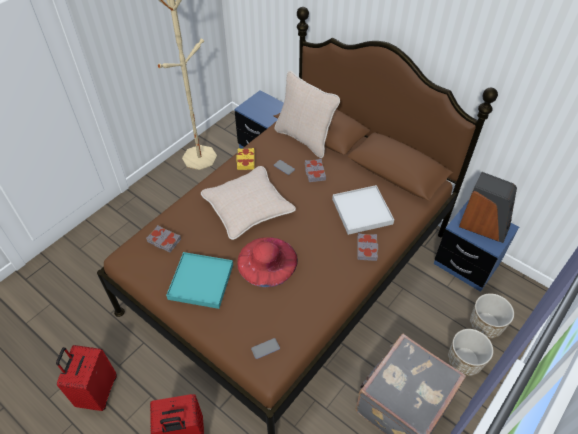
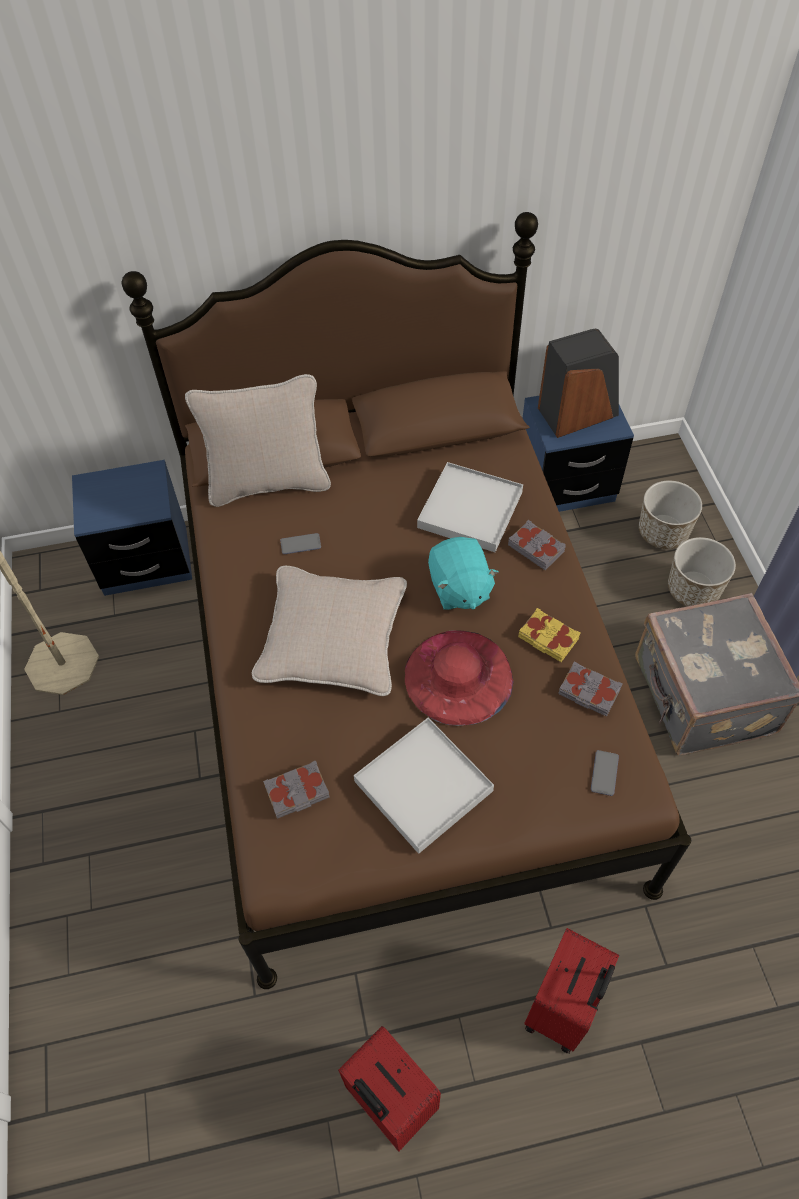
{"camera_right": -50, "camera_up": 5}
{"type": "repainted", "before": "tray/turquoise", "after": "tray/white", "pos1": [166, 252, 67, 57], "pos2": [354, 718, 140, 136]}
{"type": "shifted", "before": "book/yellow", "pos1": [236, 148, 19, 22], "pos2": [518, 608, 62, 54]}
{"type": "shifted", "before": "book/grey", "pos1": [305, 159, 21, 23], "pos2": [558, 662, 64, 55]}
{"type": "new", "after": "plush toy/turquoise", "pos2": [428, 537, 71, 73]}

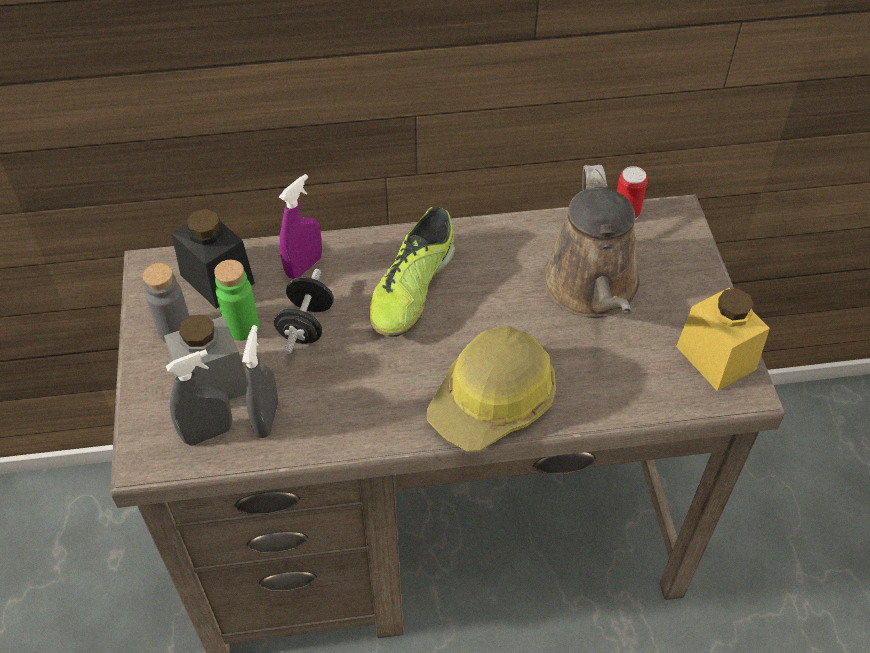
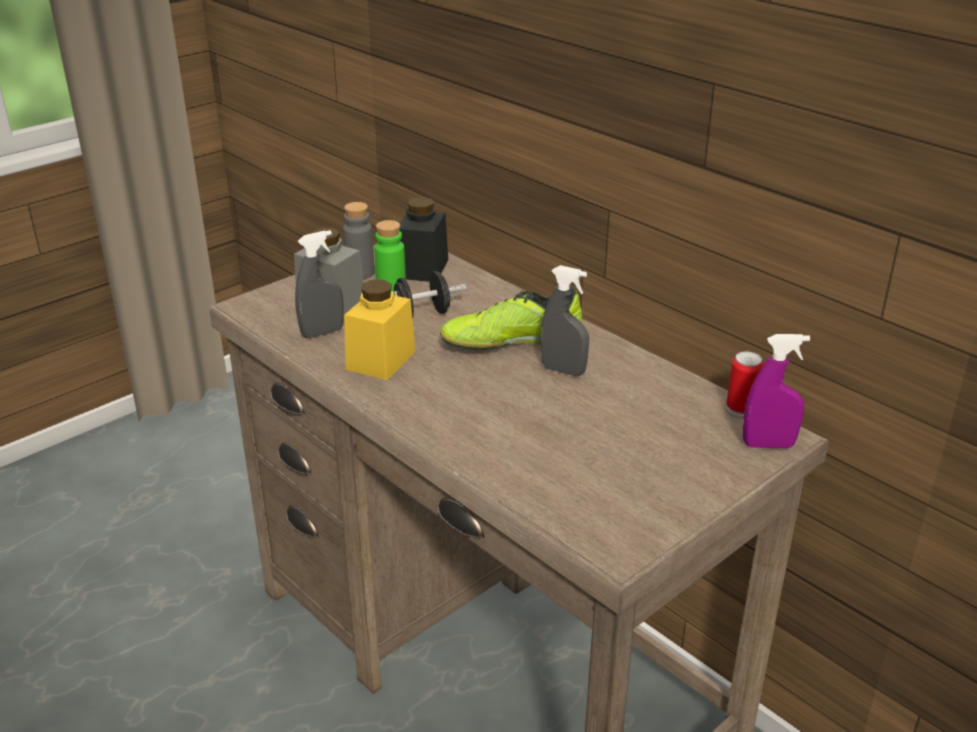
{"camera_right": 55, "camera_up": -20}
{"type": "shifted", "before": "spray bottle/grey", "pos1": [166, 349, 66, 97], "pos2": [541, 265, 48, 111]}
{"type": "shifted", "before": "spray bottle/purple", "pos1": [279, 174, 43, 105], "pos2": [743, 334, 67, 115]}
{"type": "gone", "before": "hard hat", "pos1": [427, 326, 129, 126]}
{"type": "gone", "before": "watering can/brown", "pos1": [543, 165, 97, 152]}
{"type": "shifted", "before": "jar/yellow", "pos1": [676, 288, 94, 103], "pos2": [344, 280, 72, 100]}

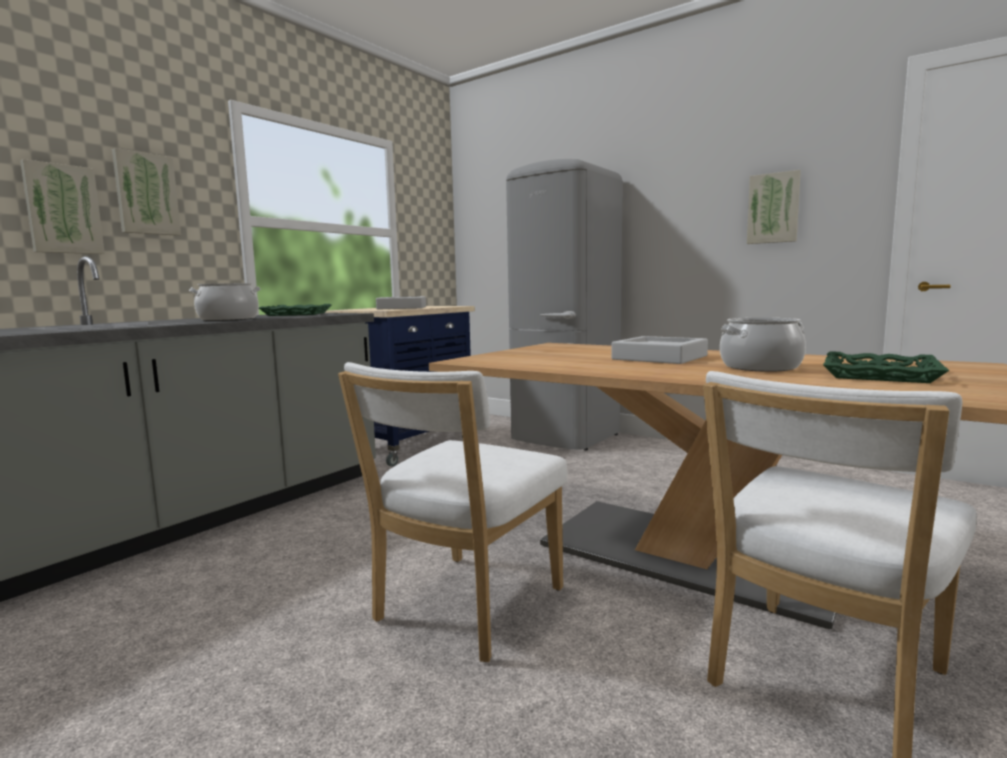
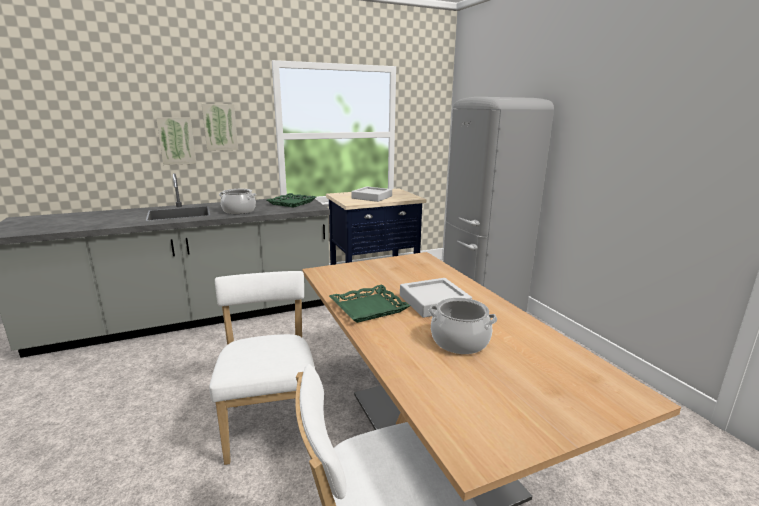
{"camera_right": 30, "camera_up": 10}
{"type": "rotated", "before": "chair/white", "pos1": [338, 362, 229, 300], "pos2": [209, 271, 106, 194], "turn": 105}
{"type": "gone", "before": "picture", "pos1": [747, 170, 54, 74]}
{"type": "shifted", "before": "tray/green", "pos1": [823, 351, 127, 32], "pos2": [329, 285, 81, 38]}

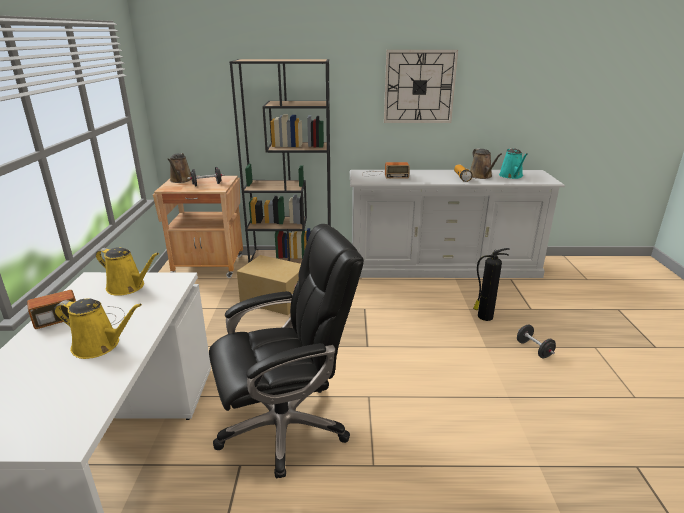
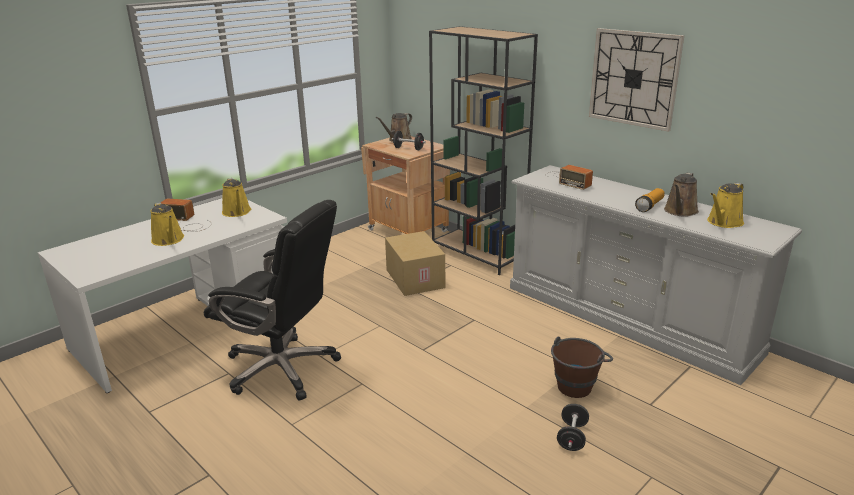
{"camera_right": 45, "camera_up": 0}
{"type": "swapped", "before": "fire extinguisher", "after": "bucket/brown", "pos1": [473, 248, 37, 73], "pos2": [551, 337, 62, 61]}
{"type": "repainted", "before": "watering can/turquoise", "after": "watering can/yellow", "pos1": [499, 148, 29, 31], "pos2": [707, 183, 37, 45]}

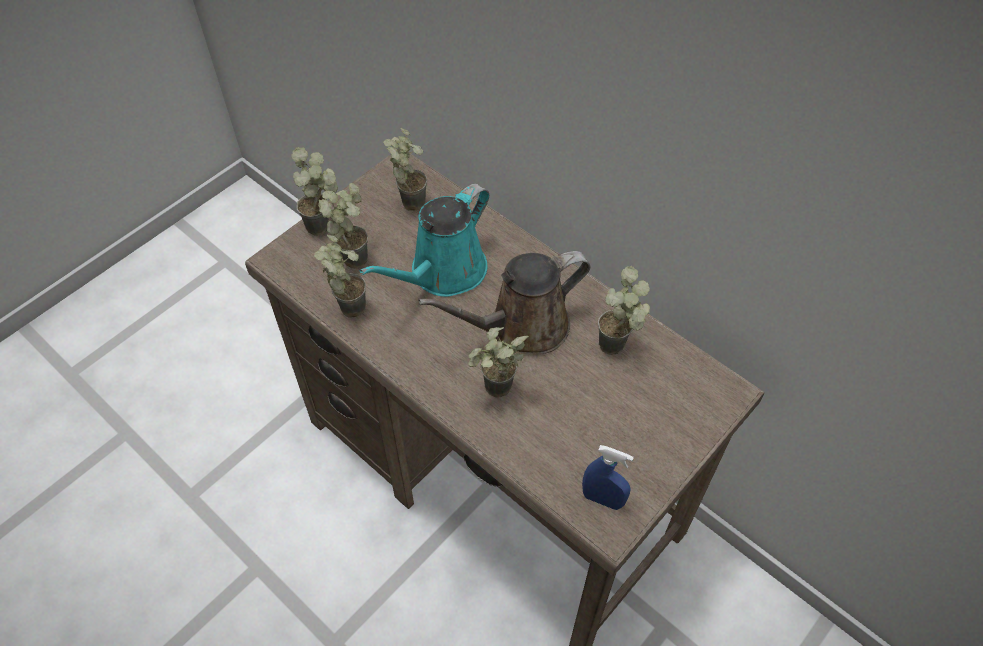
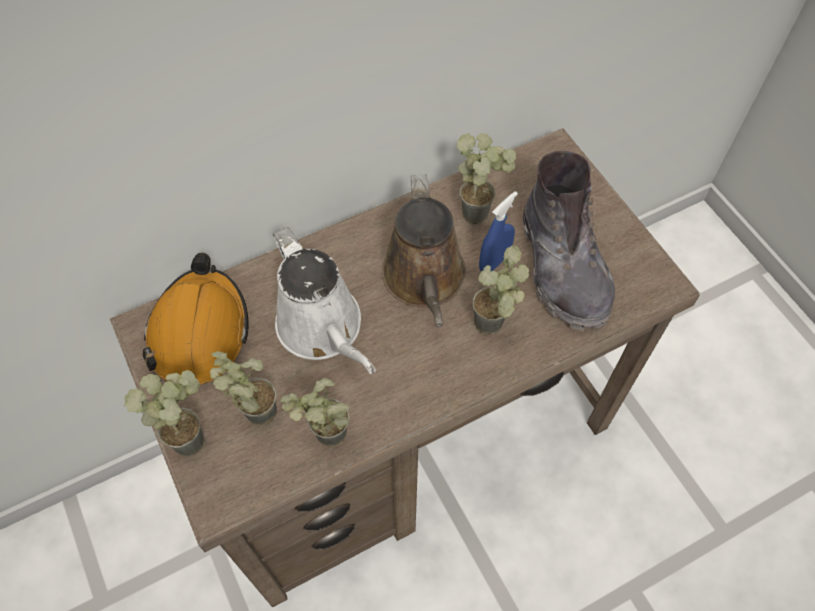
{"camera_right": -70, "camera_up": 5}
{"type": "repainted", "before": "watering can/turquoise", "after": "watering can/white", "pos1": [360, 184, 129, 113], "pos2": [273, 227, 103, 147]}
{"type": "swapped", "before": "potted plant", "after": "hard hat/orange", "pos1": [383, 128, 44, 83], "pos2": [142, 253, 107, 132]}
{"type": "shifted", "before": "spray bottle/blue", "pos1": [582, 445, 52, 65], "pos2": [479, 191, 39, 81]}
{"type": "new", "after": "boot/grey", "pos2": [523, 151, 92, 181]}

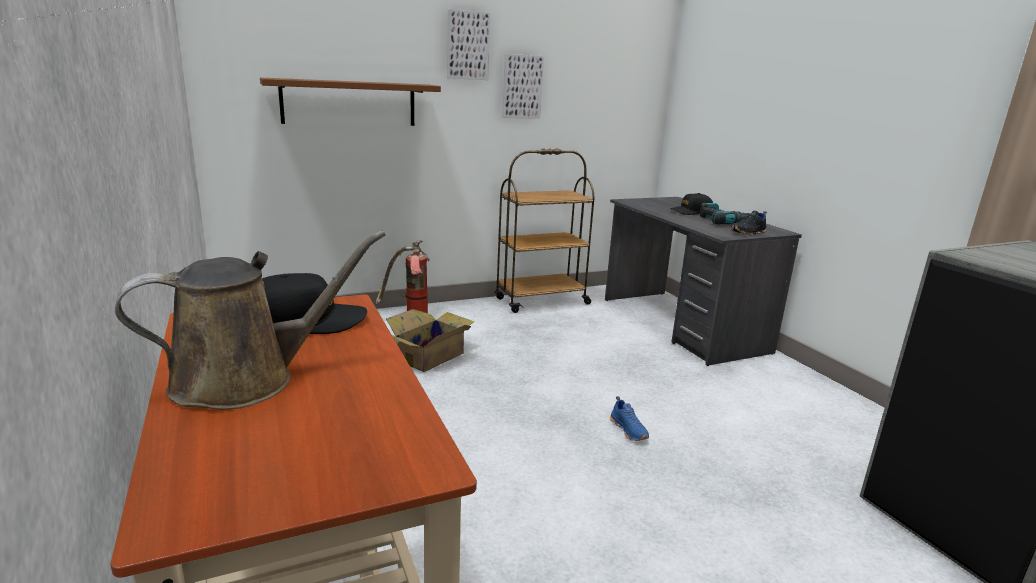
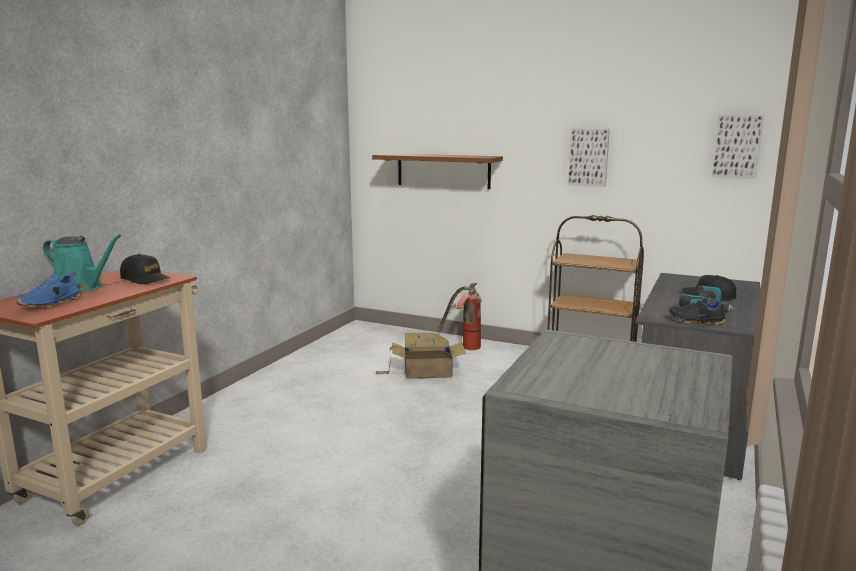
{"camera_right": 50, "camera_up": -5}
{"type": "repainted", "before": "watering can/brown", "after": "watering can/turquoise", "pos1": [115, 231, 270, 179], "pos2": [43, 234, 78, 59]}
{"type": "shifted", "before": "picture", "pos1": [447, 9, 43, 71], "pos2": [712, 115, 52, 64]}
{"type": "shifted", "before": "shoe/blue", "pos1": [610, 396, 39, 45], "pos2": [16, 272, 65, 36]}

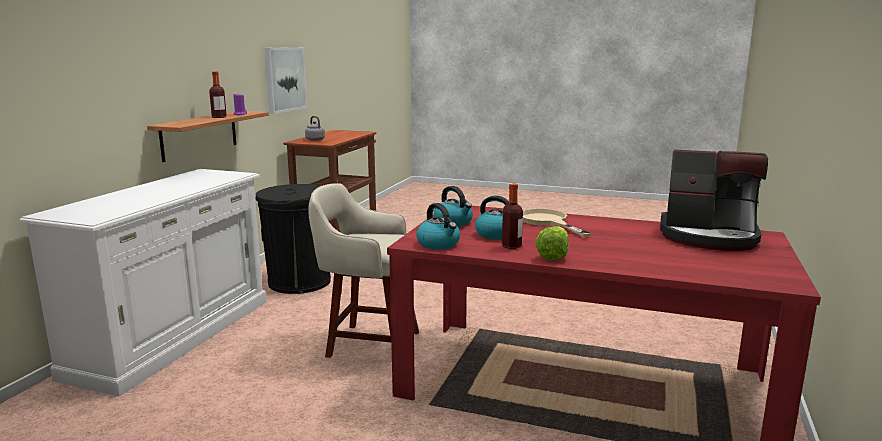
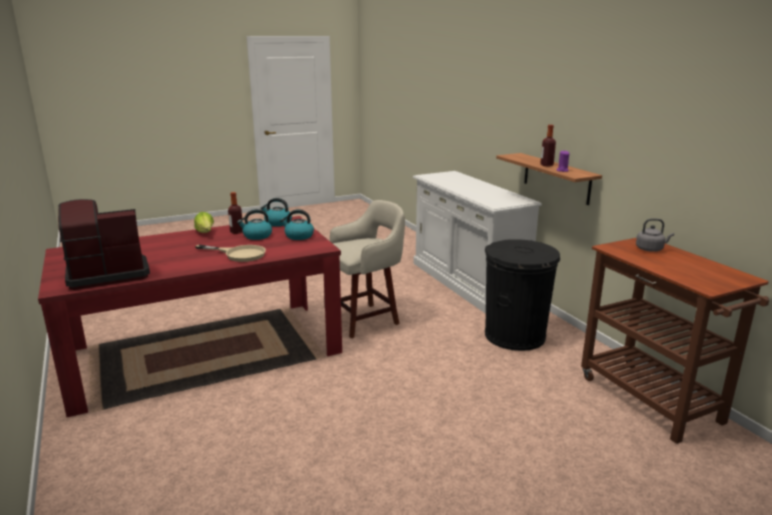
{"camera_right": 135, "camera_up": 5}
{"type": "gone", "before": "picture", "pos1": [265, 47, 42, 67]}

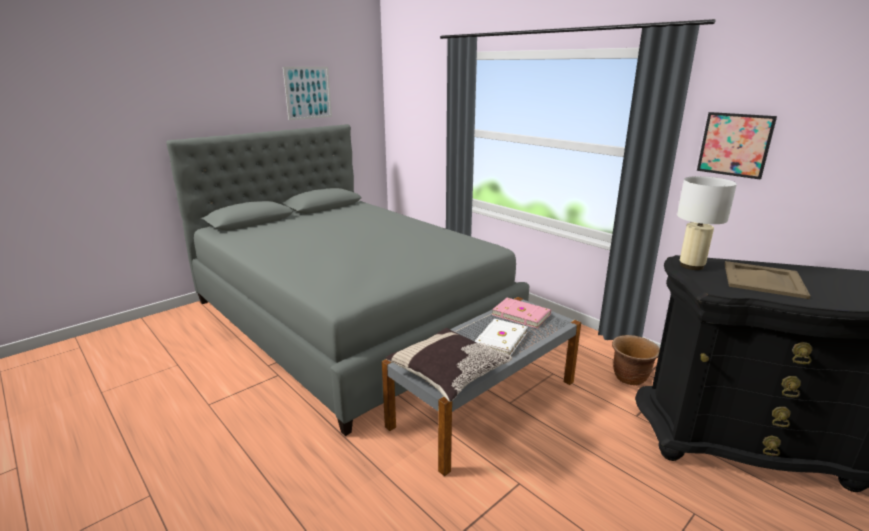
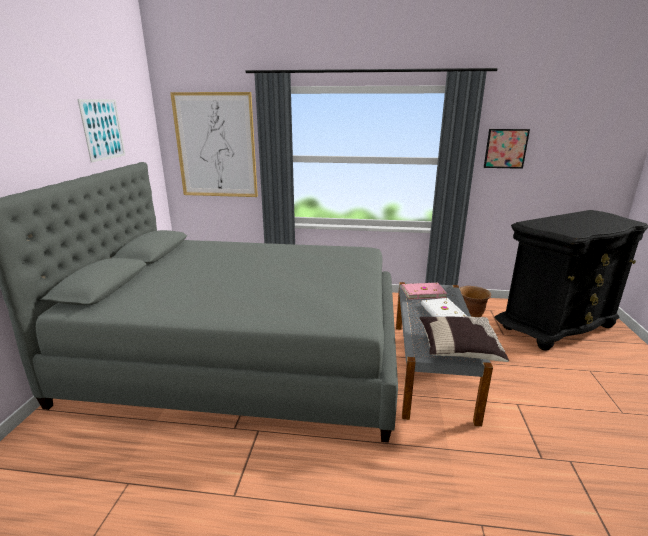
{"camera_right": -40, "camera_up": 0}
{"type": "gone", "before": "table lamp/white", "pos1": [677, 176, 60, 94]}
{"type": "gone", "before": "tray/beige", "pos1": [725, 261, 85, 38]}
{"type": "new", "after": "picture", "pos2": [170, 92, 88, 105]}

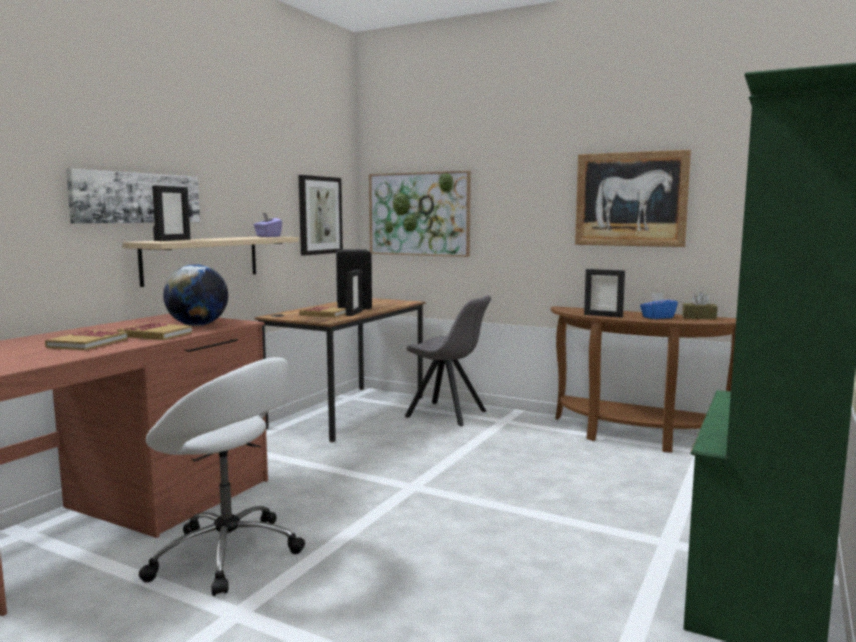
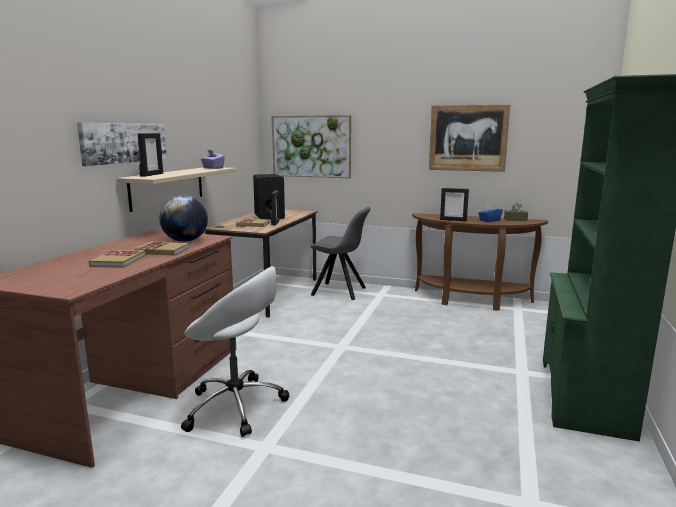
{"camera_right": -10, "camera_up": 5}
{"type": "gone", "before": "picture", "pos1": [299, 175, 44, 81]}

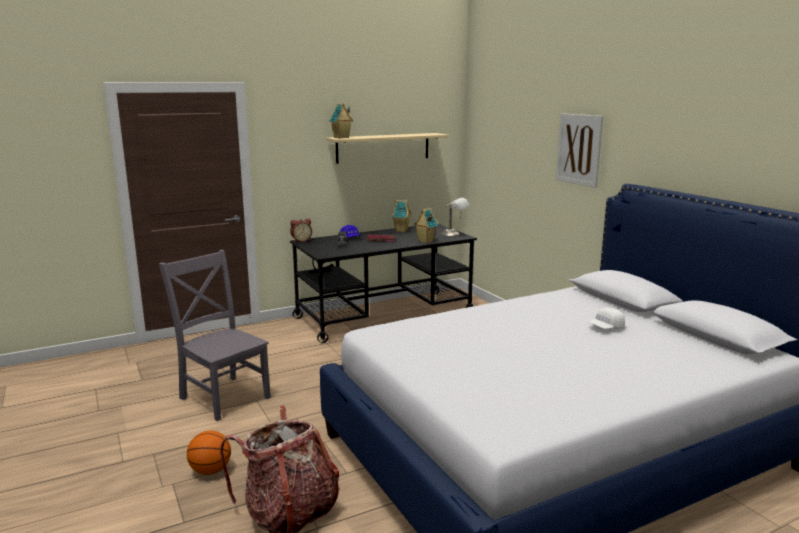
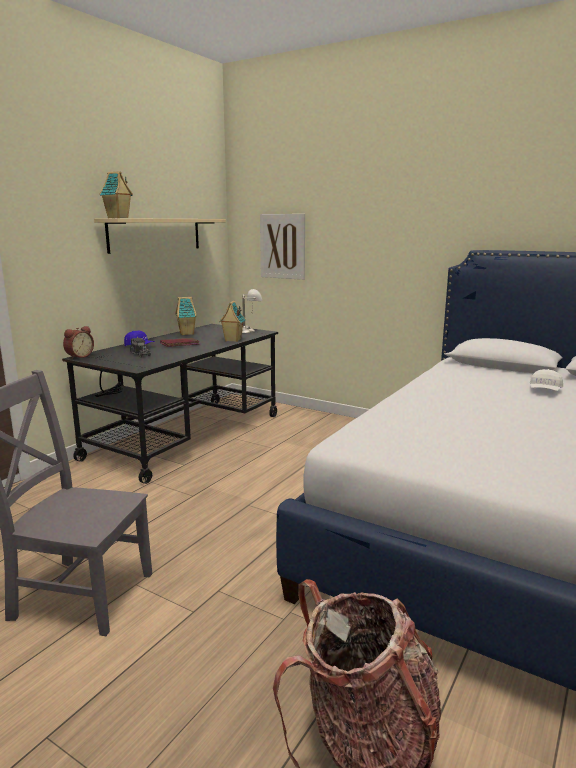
{"camera_right": -30, "camera_up": 0}
{"type": "gone", "before": "basketball", "pos1": [187, 431, 44, 44]}
{"type": "shifted", "before": "picture", "pos1": [556, 113, 47, 75], "pos2": [260, 214, 45, 66]}

